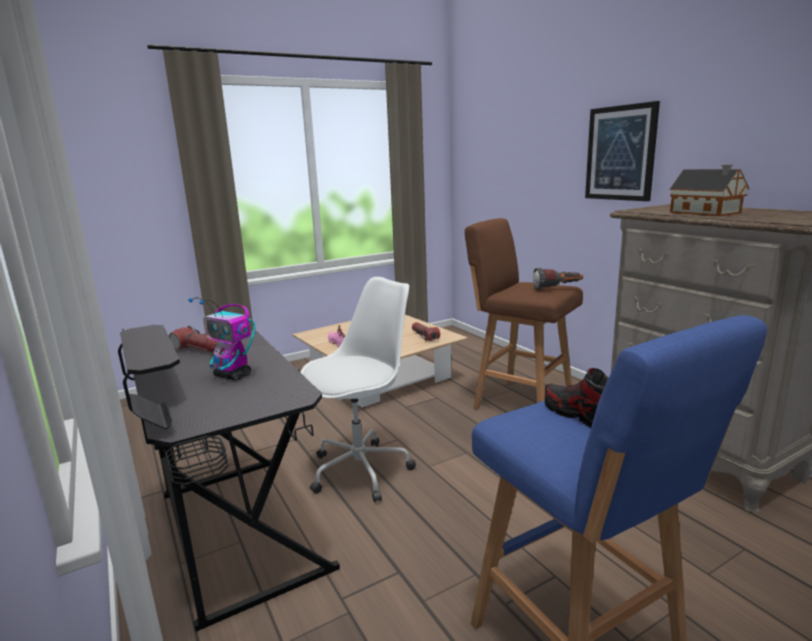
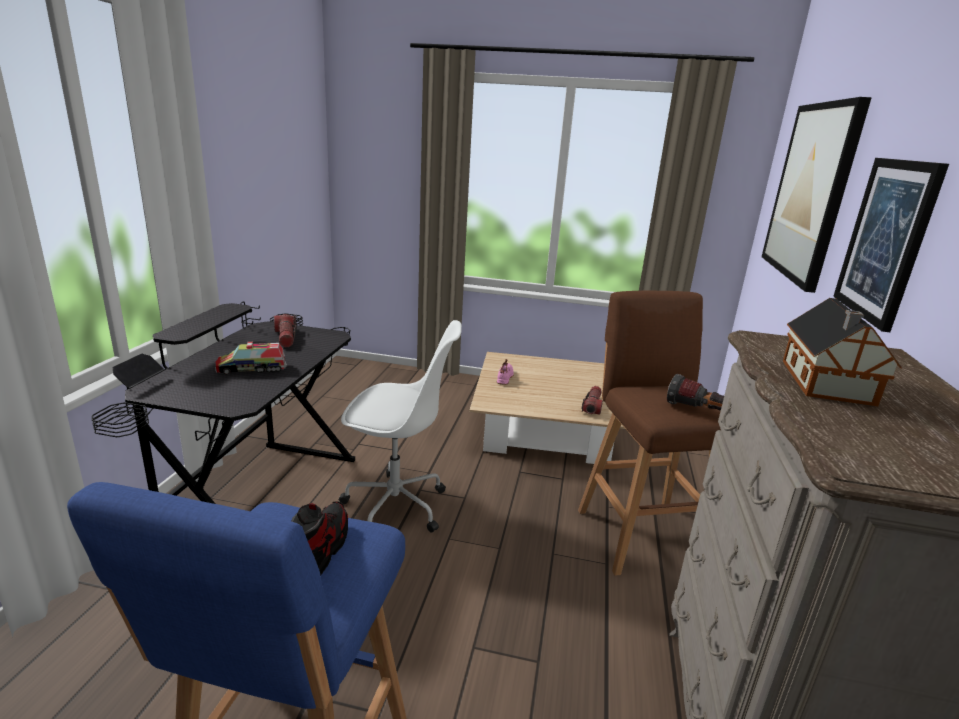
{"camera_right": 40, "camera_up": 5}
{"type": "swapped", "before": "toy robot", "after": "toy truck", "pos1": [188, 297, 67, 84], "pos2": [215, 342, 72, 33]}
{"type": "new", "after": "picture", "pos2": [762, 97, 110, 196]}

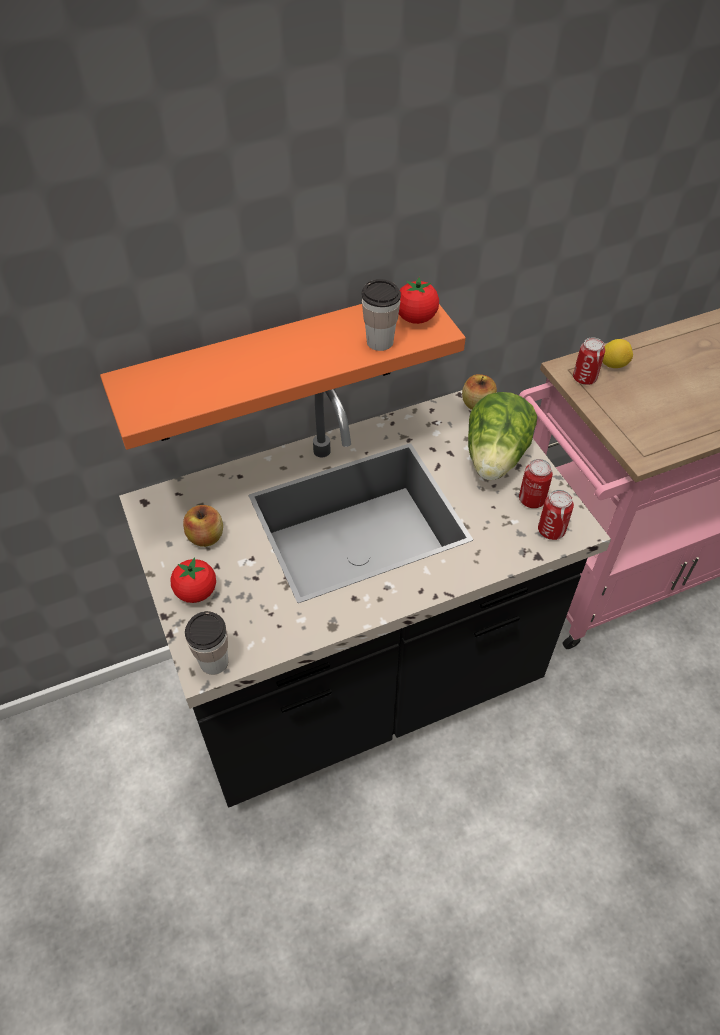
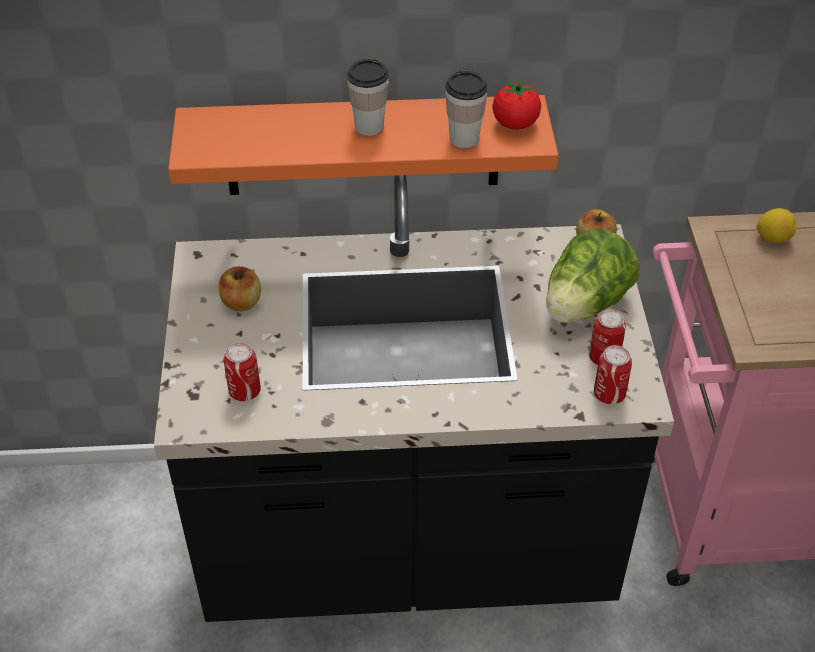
{"camera_right": 20, "camera_up": -5}
{"type": "gone", "before": "tomato", "pos1": [170, 557, 46, 46]}
{"type": "shifted", "before": "cup", "pos1": [185, 611, 43, 64], "pos2": [347, 59, 42, 77]}
{"type": "shifted", "before": "can", "pos1": [573, 337, 32, 48], "pos2": [224, 342, 37, 59]}

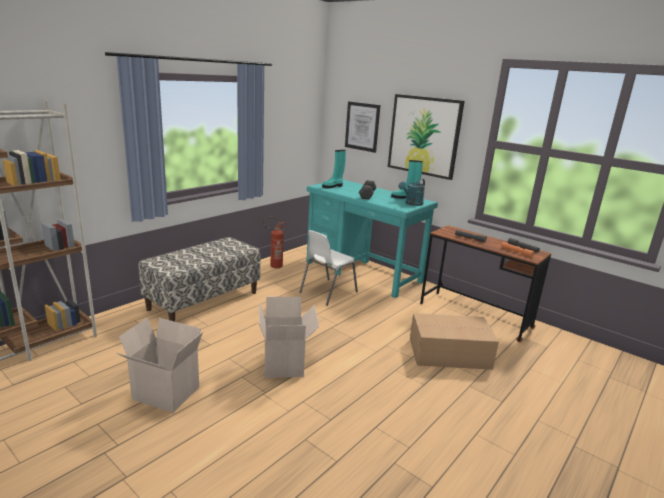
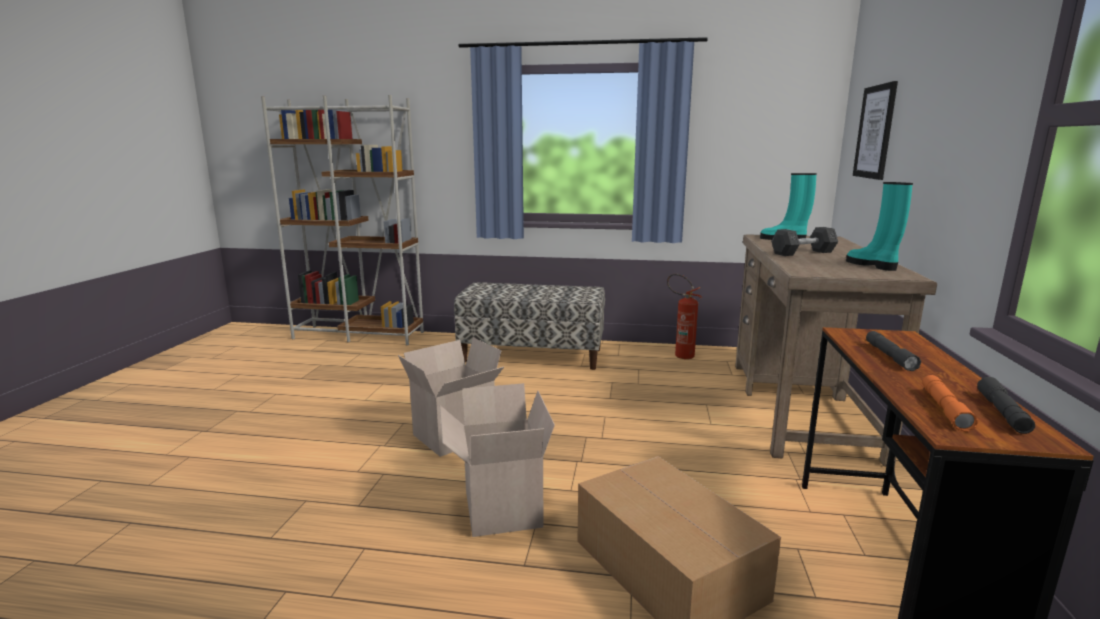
{"camera_right": 60, "camera_up": -5}
{"type": "shifted", "before": "cardboard box", "pos1": [115, 318, 88, 95], "pos2": [440, 383, 115, 154]}
{"type": "gone", "before": "chair/white", "pos1": [299, 230, 59, 76]}
{"type": "repainted", "before": "desk/turquoise", "after": "desk/brown", "pos1": [306, 180, 132, 118], "pos2": [735, 234, 202, 233]}
{"type": "gone", "before": "picture", "pos1": [388, 94, 77, 86]}
{"type": "gone", "before": "watering can/turquoise", "pos1": [399, 178, 26, 28]}

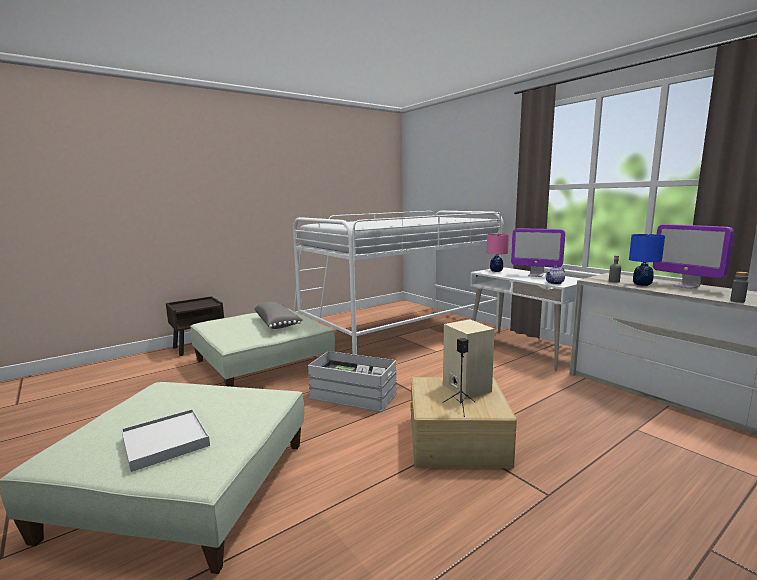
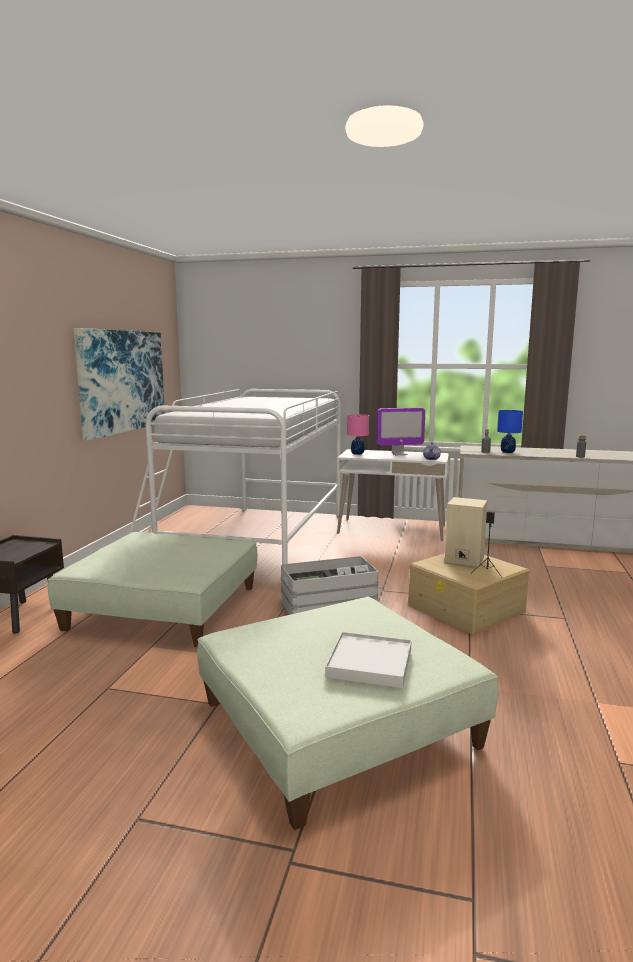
{"camera_right": -40, "camera_up": 0}
{"type": "gone", "before": "pillow/grey", "pos1": [255, 302, 48, 27]}
{"type": "gone", "before": "monitor", "pos1": [653, 224, 81, 65]}
{"type": "new", "after": "picture", "pos2": [74, 328, 91, 113]}

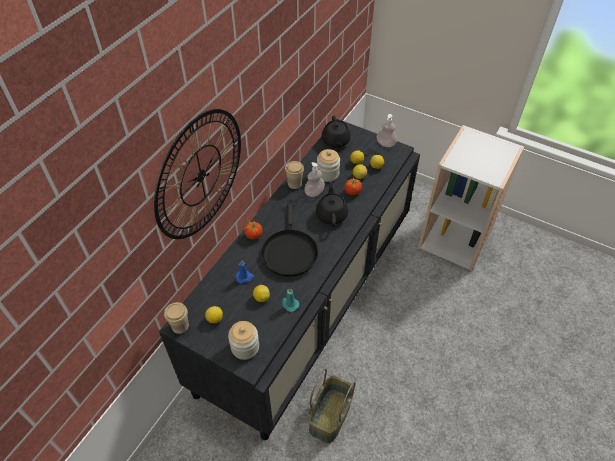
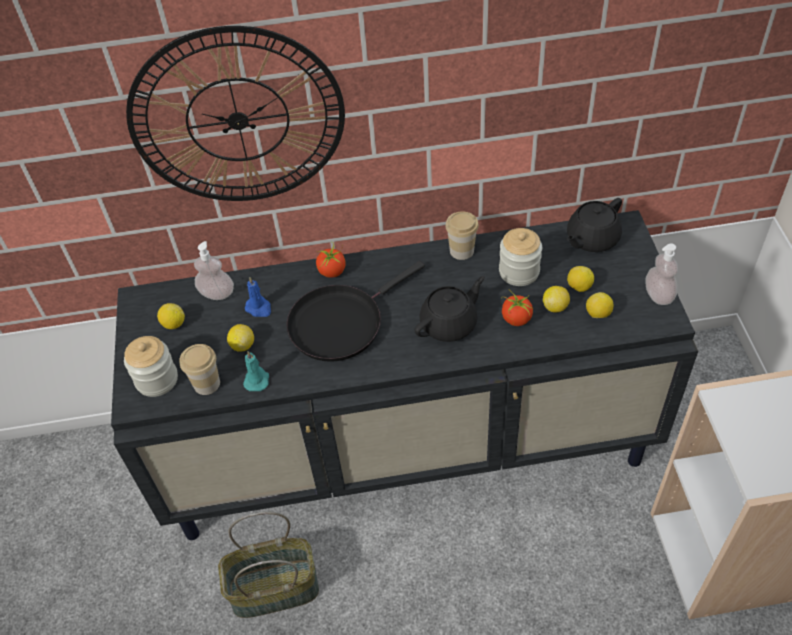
{"camera_right": 55, "camera_up": 0}
{"type": "shifted", "before": "cup", "pos1": [164, 302, 25, 32], "pos2": [179, 344, 41, 51]}
{"type": "shifted", "before": "soap dispenser", "pos1": [304, 162, 21, 35], "pos2": [194, 241, 40, 59]}

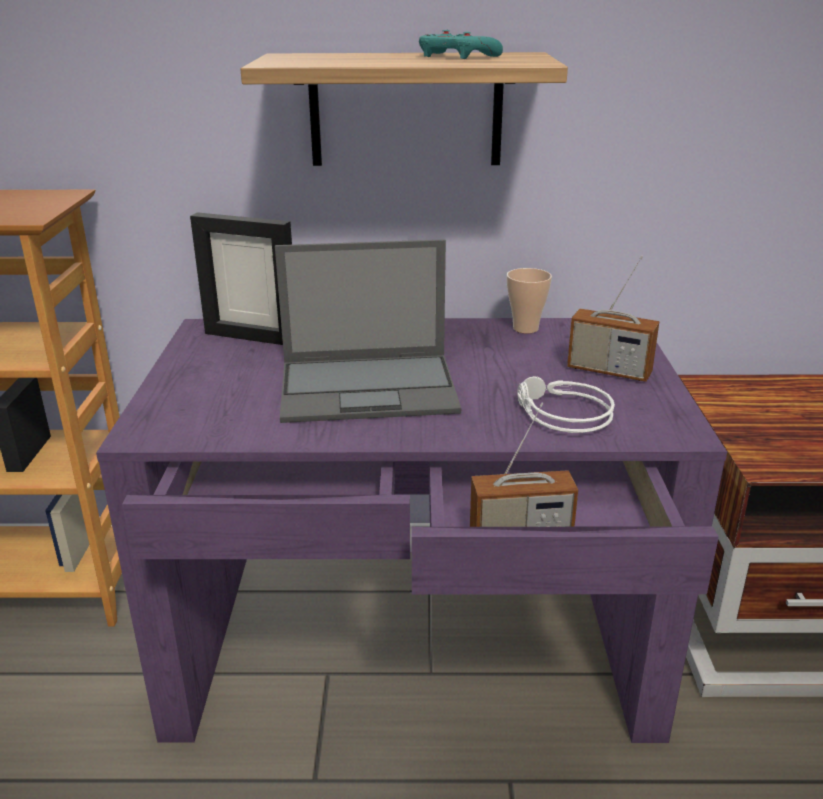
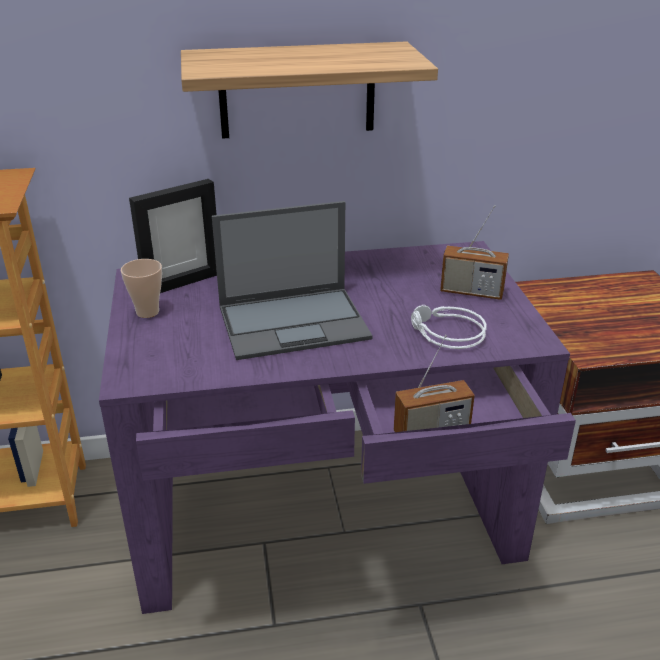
{"camera_right": -10, "camera_up": 5}
{"type": "rotated", "before": "picture frame", "pos1": [190, 212, 102, 133], "pos2": [129, 179, 88, 114], "turn": -45}
{"type": "gone", "before": "game controller/turquoise", "pos1": [419, 30, 84, 29]}
{"type": "shifted", "before": "cup", "pos1": [507, 268, 45, 66], "pos2": [121, 259, 41, 59]}

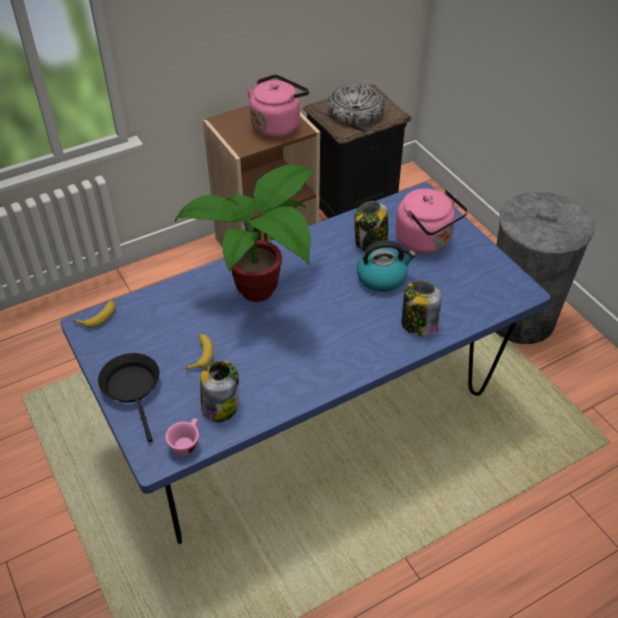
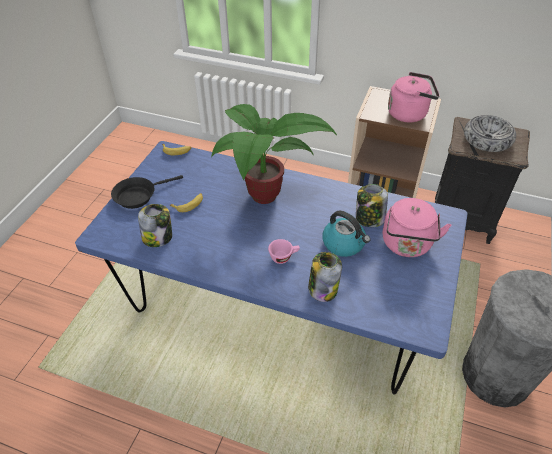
{"camera_right": 50, "camera_up": 0}
{"type": "rotated", "before": "frying pan/black", "pos1": [98, 353, 62, 89], "pos2": [111, 175, 72, 34], "turn": -150}
{"type": "shifted", "before": "cup/pink", "pos1": [165, 418, 34, 38], "pos2": [268, 239, 32, 25]}

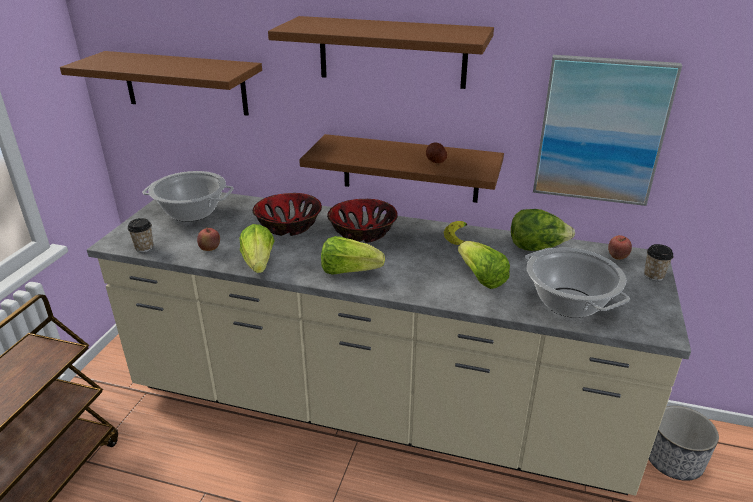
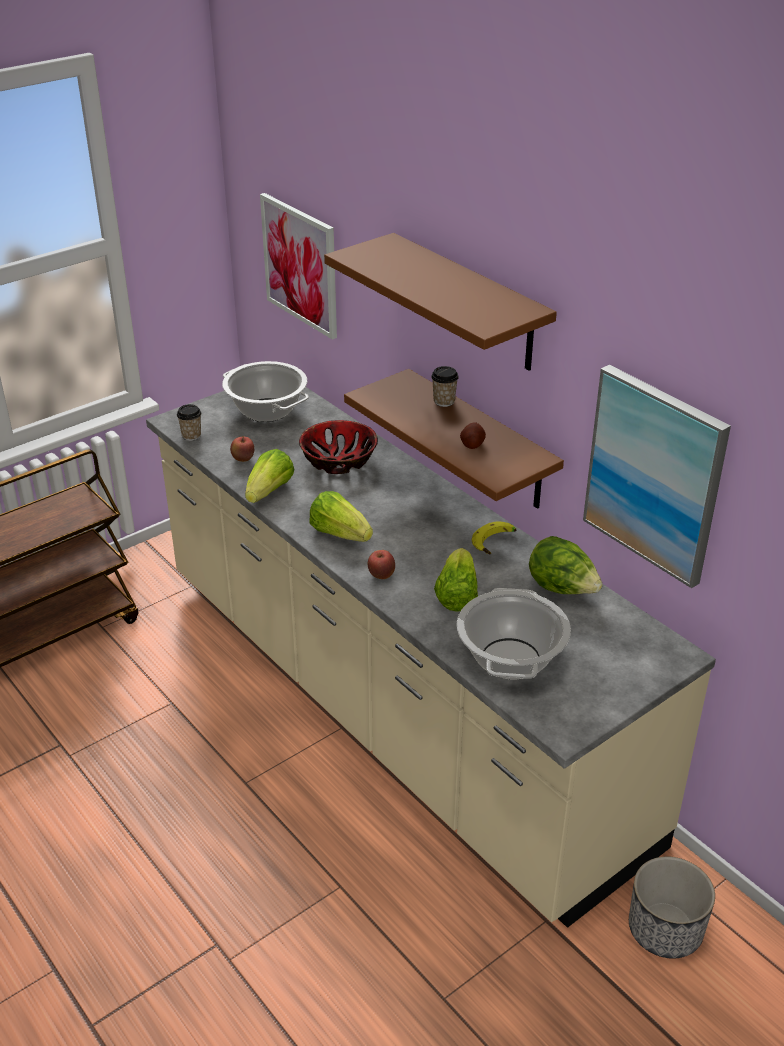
{"camera_right": 35, "camera_up": 5}
{"type": "swapped", "before": "shelf/brown", "after": "picture", "pos1": [60, 51, 202, 65], "pos2": [260, 193, 77, 147]}
{"type": "gone", "before": "bowl", "pos1": [327, 199, 71, 44]}
{"type": "shifted", "before": "apple", "pos1": [608, 235, 24, 25], "pos2": [368, 550, 27, 29]}
{"type": "shifted", "before": "cup", "pos1": [644, 244, 29, 37], "pos2": [431, 366, 28, 41]}

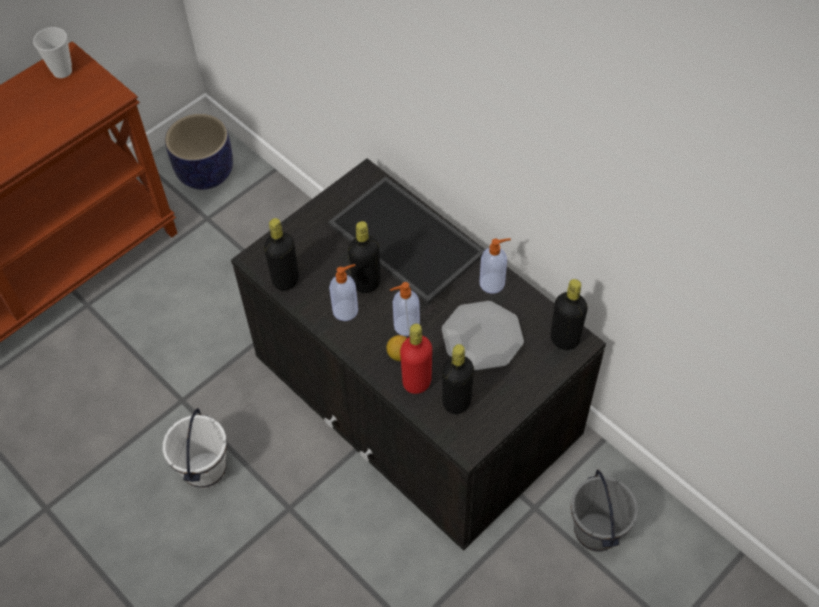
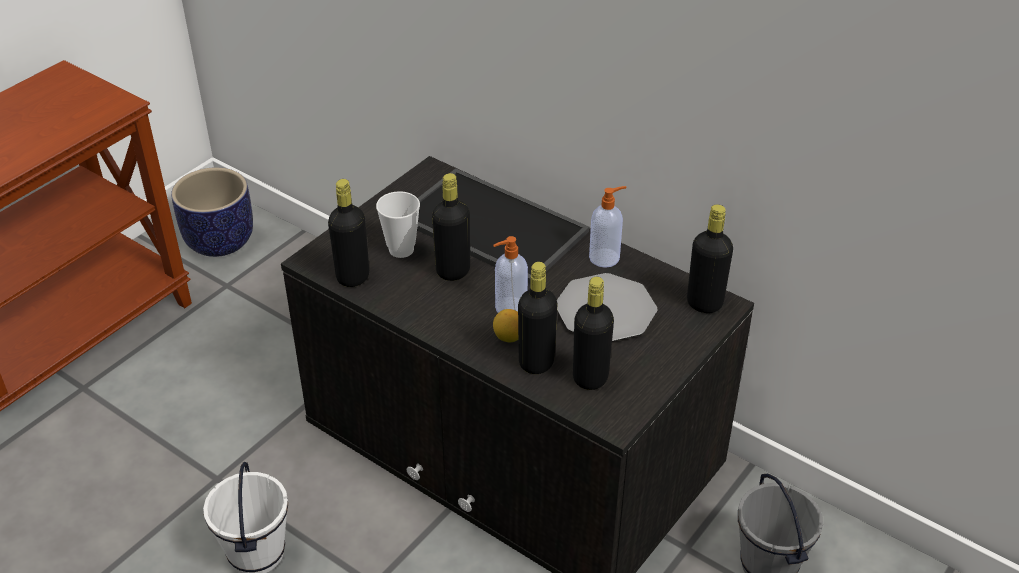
{"camera_right": -10, "camera_up": -15}
{"type": "shifted", "before": "cup", "pos1": [33, 27, 39, 51], "pos2": [376, 191, 44, 67]}
{"type": "gone", "before": "soap dispenser", "pos1": [329, 264, 29, 57]}
{"type": "repainted", "before": "bottle/red", "after": "bottle/black", "pos1": [400, 324, 32, 70], "pos2": [518, 262, 39, 112]}

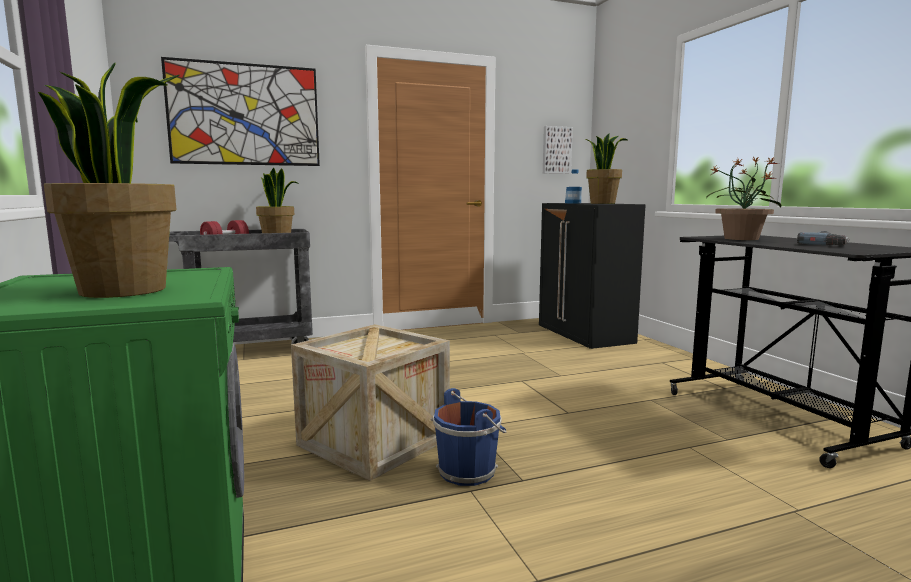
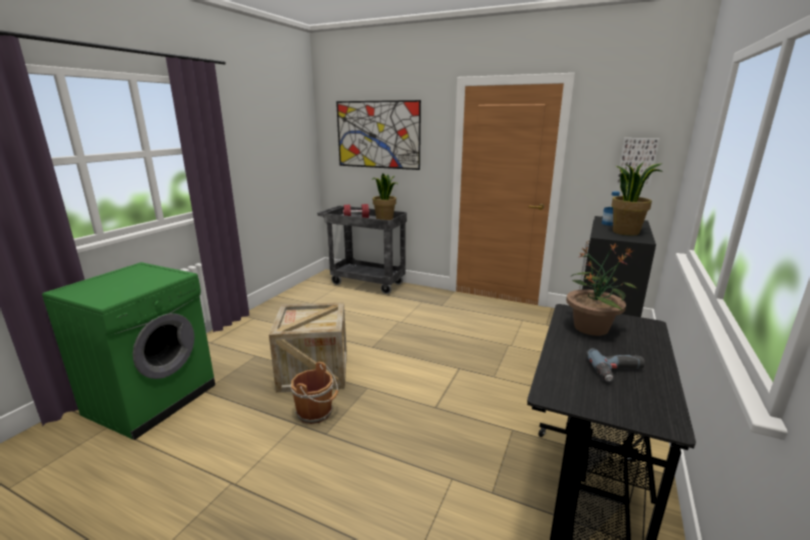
{"camera_right": 45, "camera_up": 10}
{"type": "gone", "before": "potted plant", "pos1": [38, 62, 143, 236]}
{"type": "repainted", "before": "bucket/blue", "after": "bucket/brown", "pos1": [431, 388, 76, 98], "pos2": [290, 362, 48, 62]}

